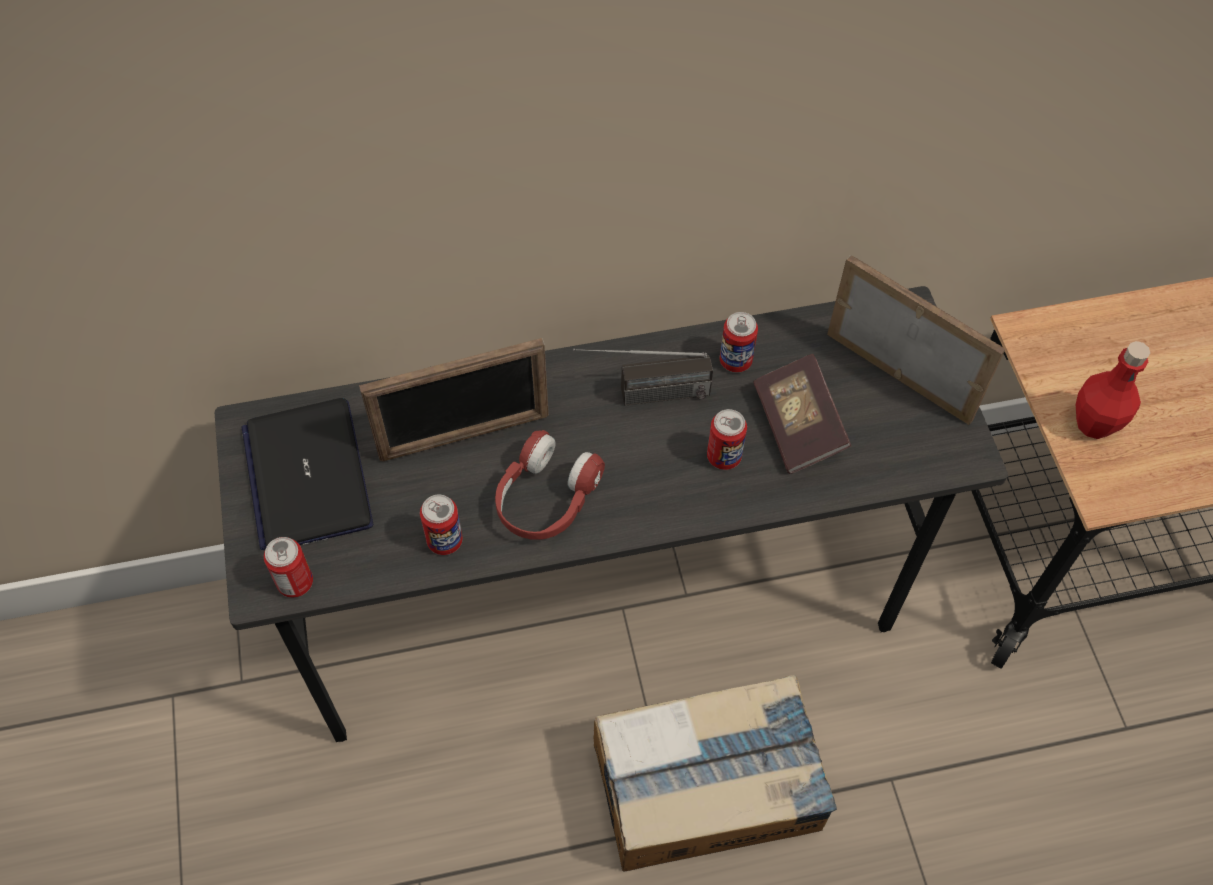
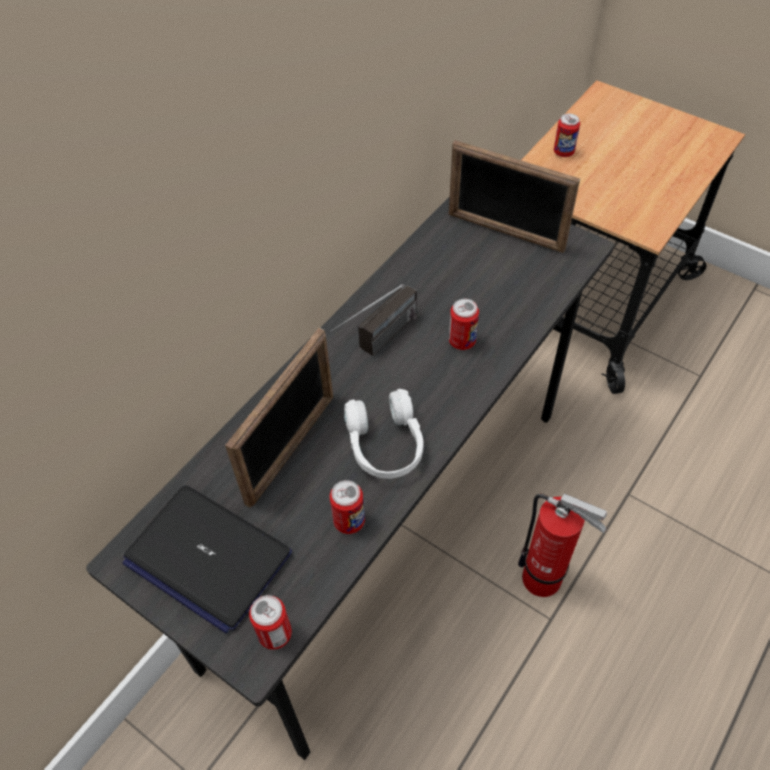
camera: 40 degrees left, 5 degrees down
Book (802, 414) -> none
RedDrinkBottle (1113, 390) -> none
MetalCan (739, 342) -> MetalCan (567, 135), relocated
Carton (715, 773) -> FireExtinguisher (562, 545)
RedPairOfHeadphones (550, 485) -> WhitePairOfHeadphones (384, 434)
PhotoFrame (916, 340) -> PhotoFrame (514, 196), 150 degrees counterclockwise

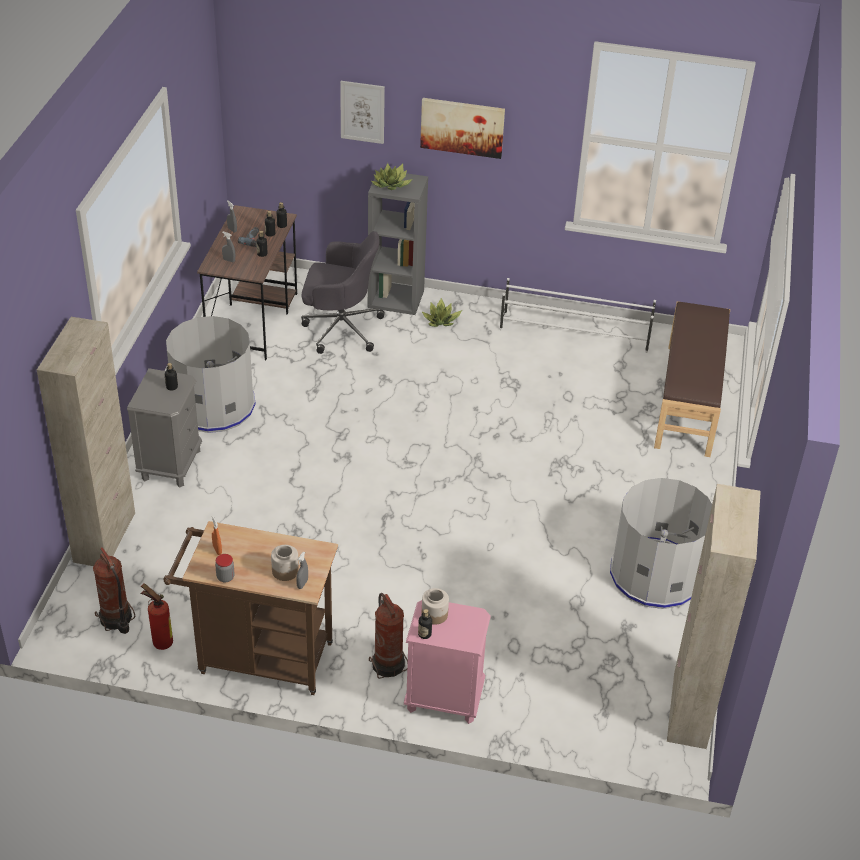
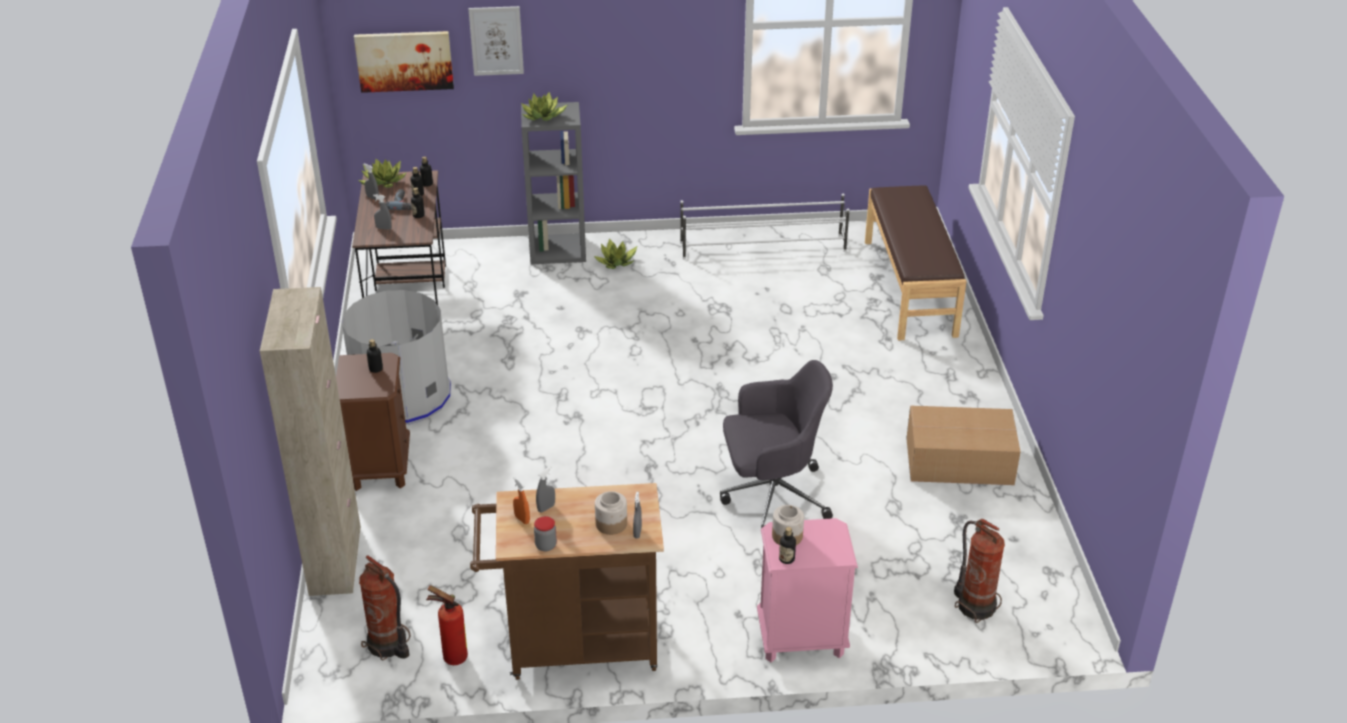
camera: 15 degrees left, 5 degrees down
SandColouredStorageCabinet (714, 616) -> none
none -> PlantInAPot (382, 173)
none -> GreyishSprayBottle (545, 490)
GreyishDeskChair (343, 292) -> GreyishDeskChair (776, 444), relocated
FireExtinguisher (388, 636) -> FireExtinguisher (979, 571), relocated
WallPicture (462, 128) -> WallPicture (404, 62), relocated
GreyishTrashCan (661, 543) -> Carton (963, 445)
GreyishNightTable (164, 428) -> BrownColouredNightTable (373, 422)

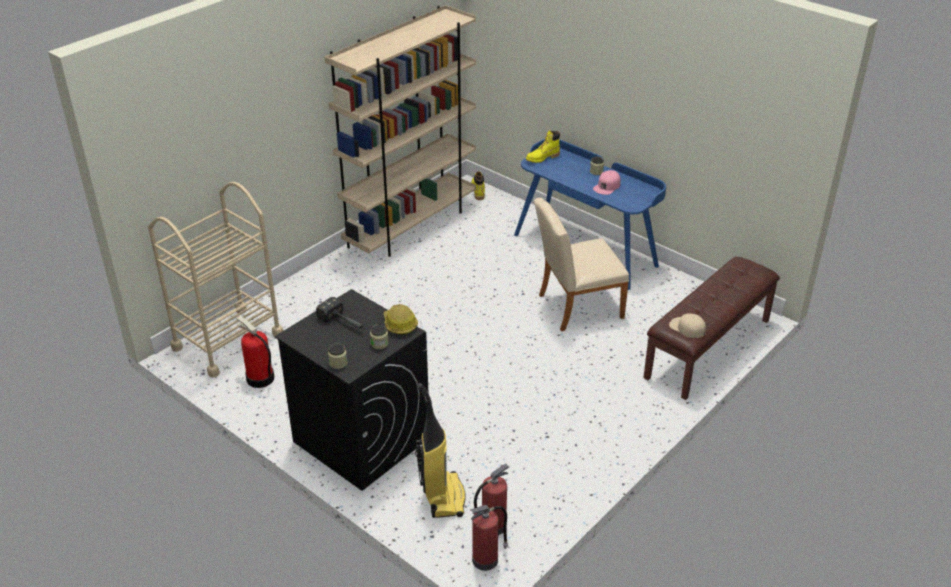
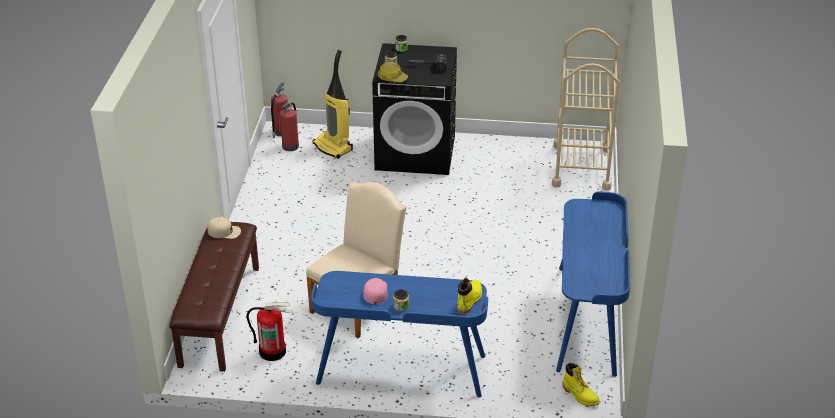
camera: 145 degrees right, 0 degrees up
FireExtinguisher (255, 352) -> FireExtinguisher (269, 331), relocated
SandColouredBookcase (400, 131) -> BlueColouredDeskTable (593, 284)

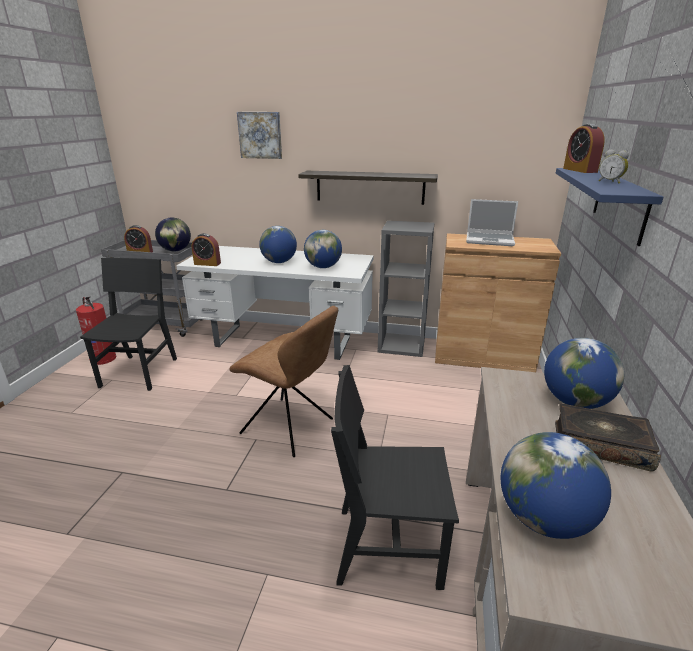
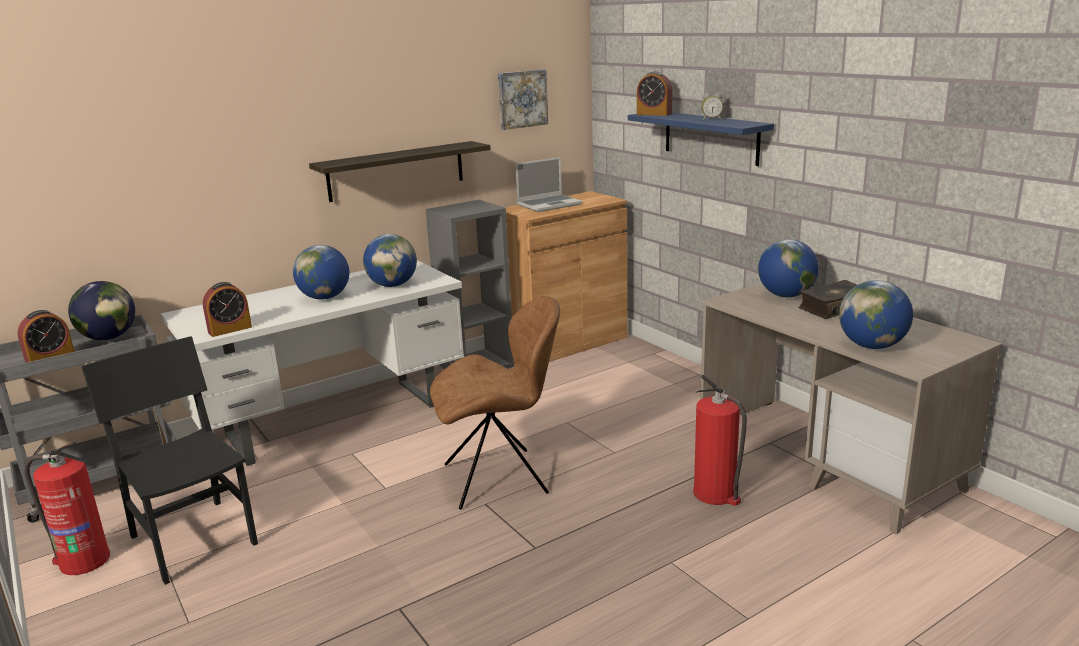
camera: 45 degrees left, 5 degrees down
WallPicture (259, 135) -> WallPicture (523, 99), relocated
BlackColouredUprightChair (395, 477) -> FireExtinguisher (720, 440)

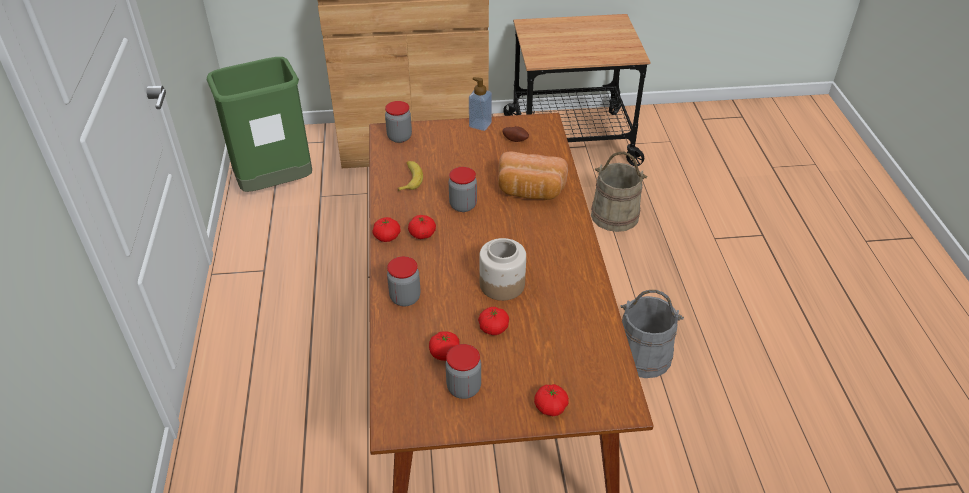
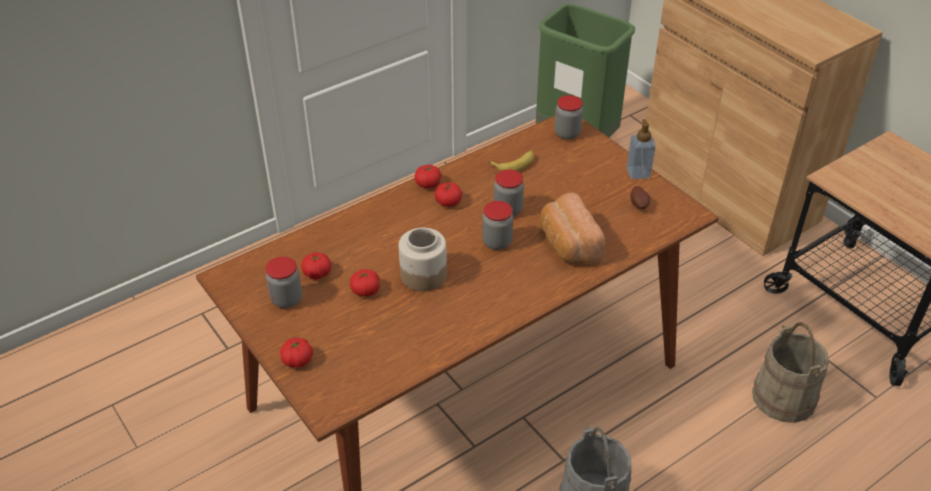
camera: 60 degrees right, 0 degrees up
Jar (403, 281) -> Jar (497, 225), relocated

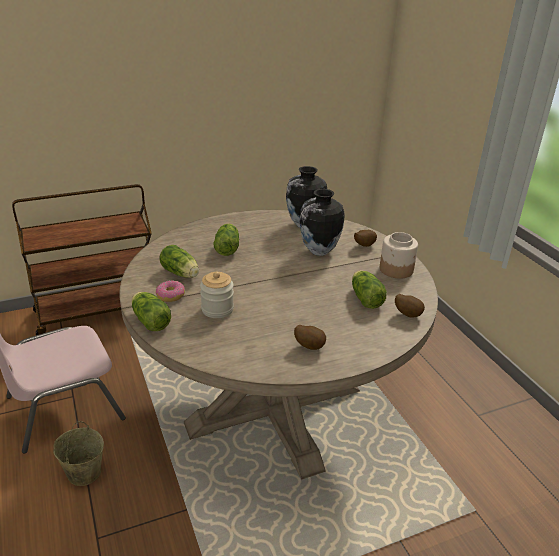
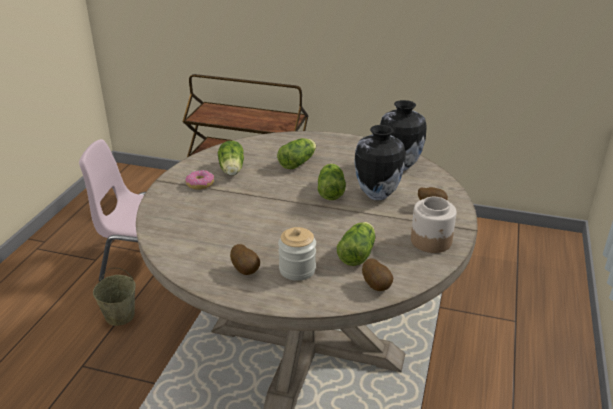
camera: 40 degrees right, 0 degrees up
LettuceHead (151, 311) -> LettuceHead (332, 181), relocated
Jar (217, 295) -> Jar (297, 254), relocated

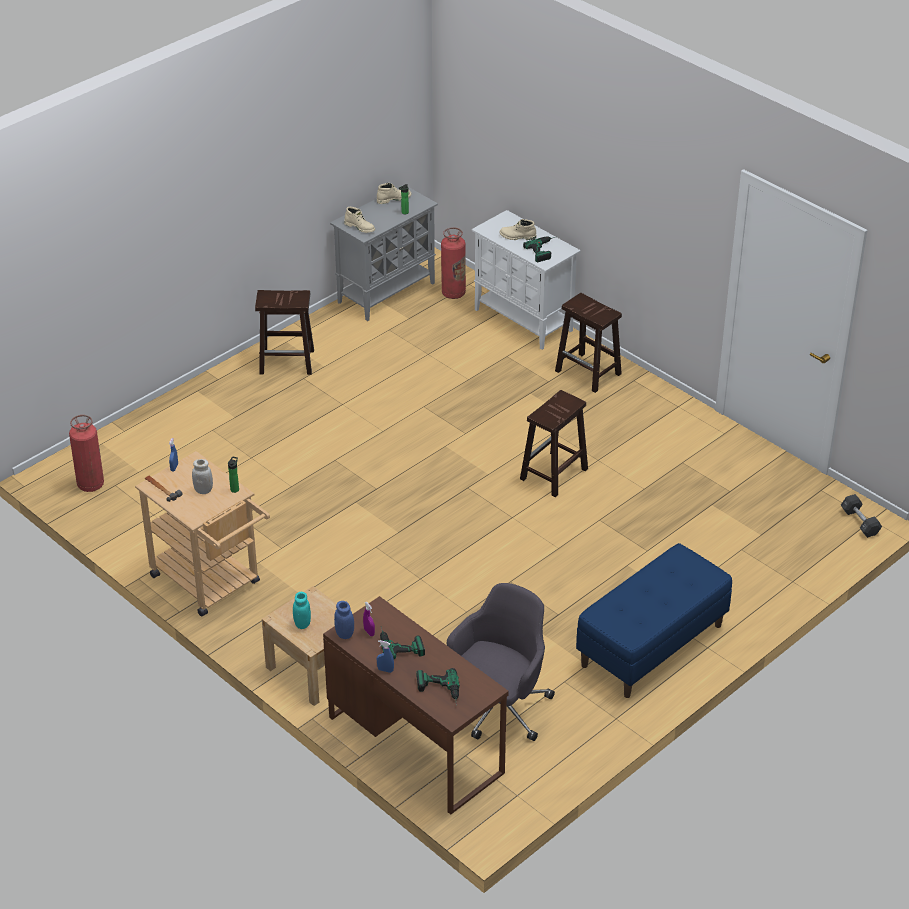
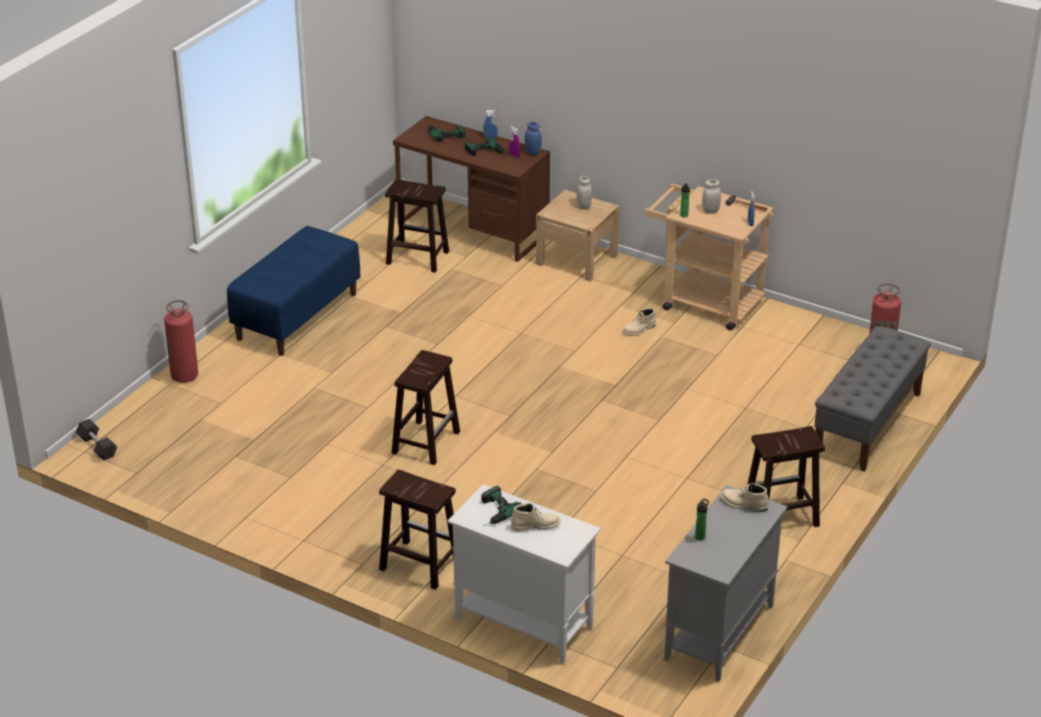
camera: 165 degrees right, 5 degrees down
none -> GreyishLongSeat (872, 399)
SandColouredHighTopBoot (394, 193) -> SandColouredHighTopBoot (639, 322), relocated
FireExtinguisher (453, 263) -> FireExtinguisher (181, 341), relocated
GreyishDeskChair (501, 662) -> BrownColouredStoolSeat (417, 226)
TurquoiseColouredJar (302, 610) -> WhiteJar (584, 192)

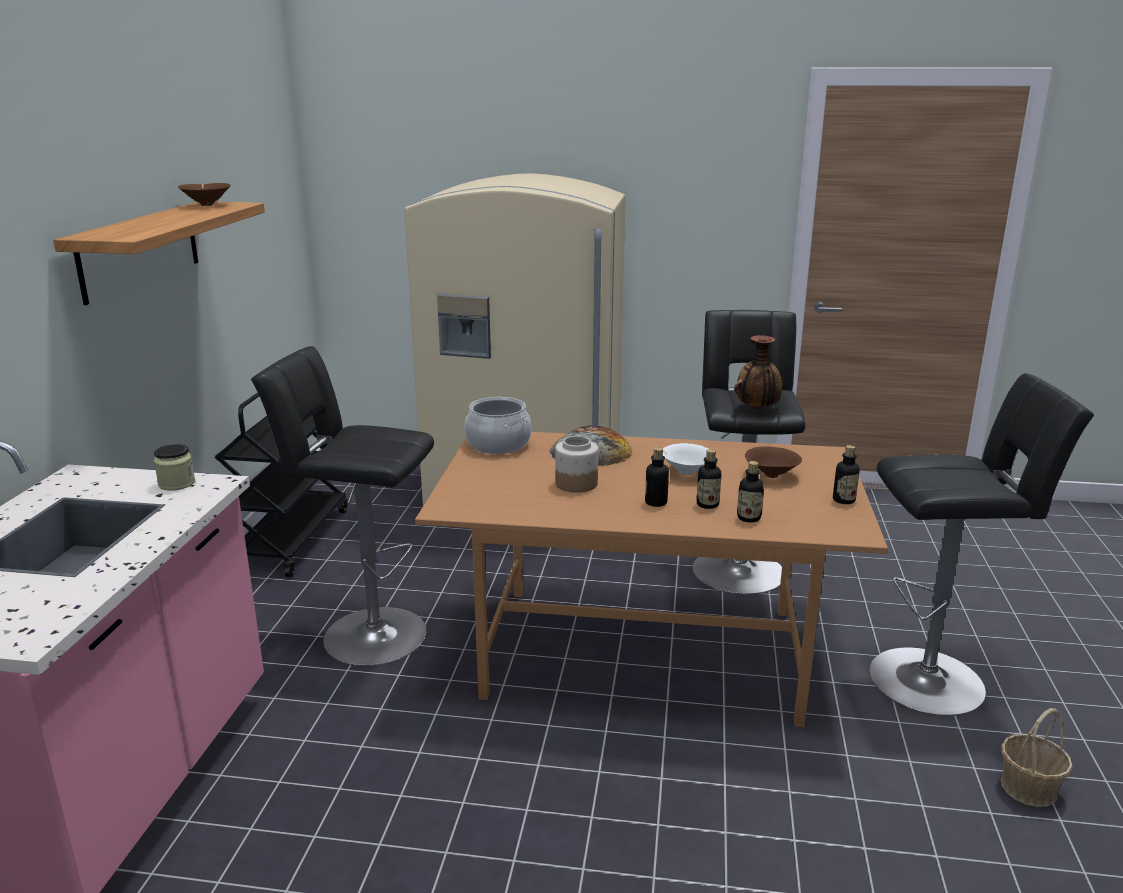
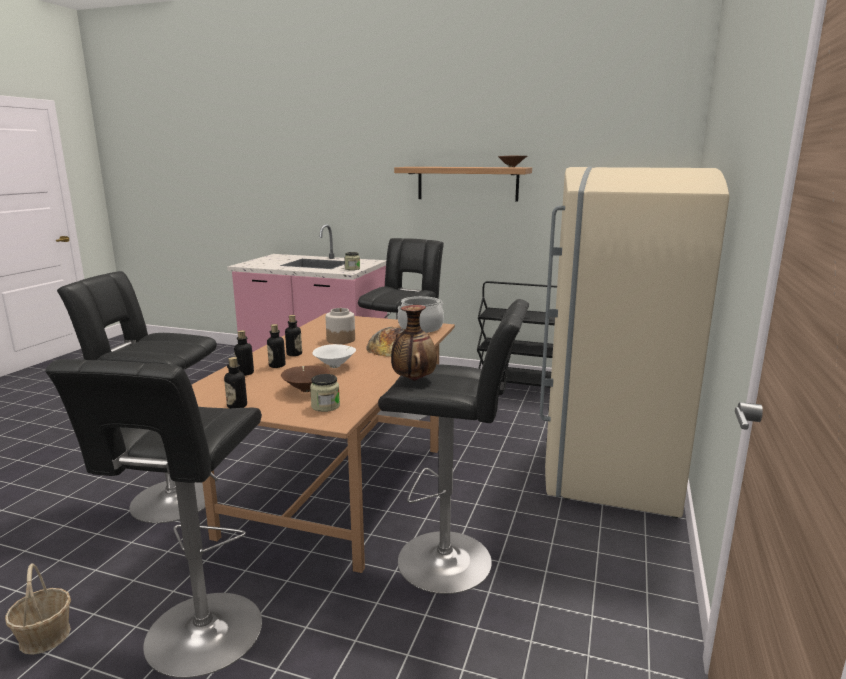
camera: 100 degrees right, 5 degrees down
none -> BlackColouredStoolSeat (137, 397)
none -> Jar (325, 393)

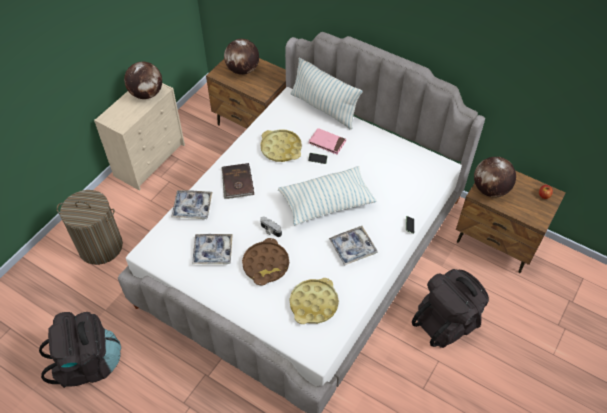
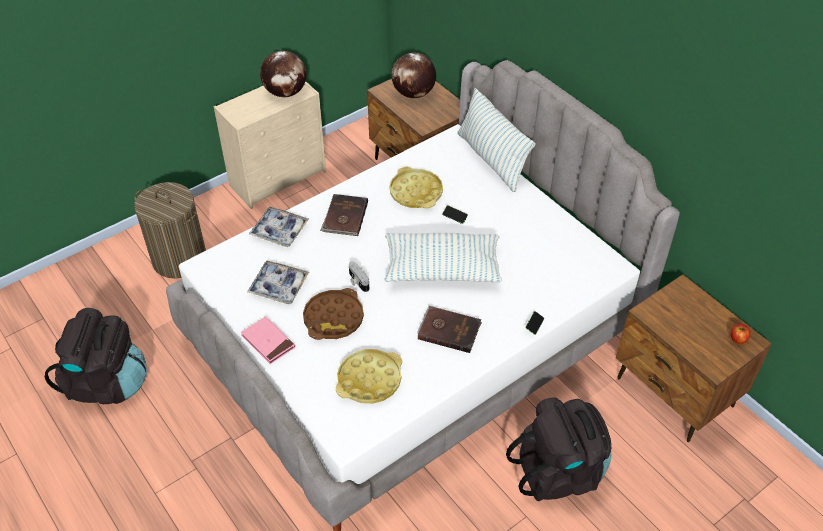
camera: 20 degrees right, 5 degrees down
Globe (495, 177) -> none
PinkColouredBook (327, 141) -> PinkColouredBook (268, 340), relocated
Tray (353, 246) -> BrownColouredBook (449, 329)

